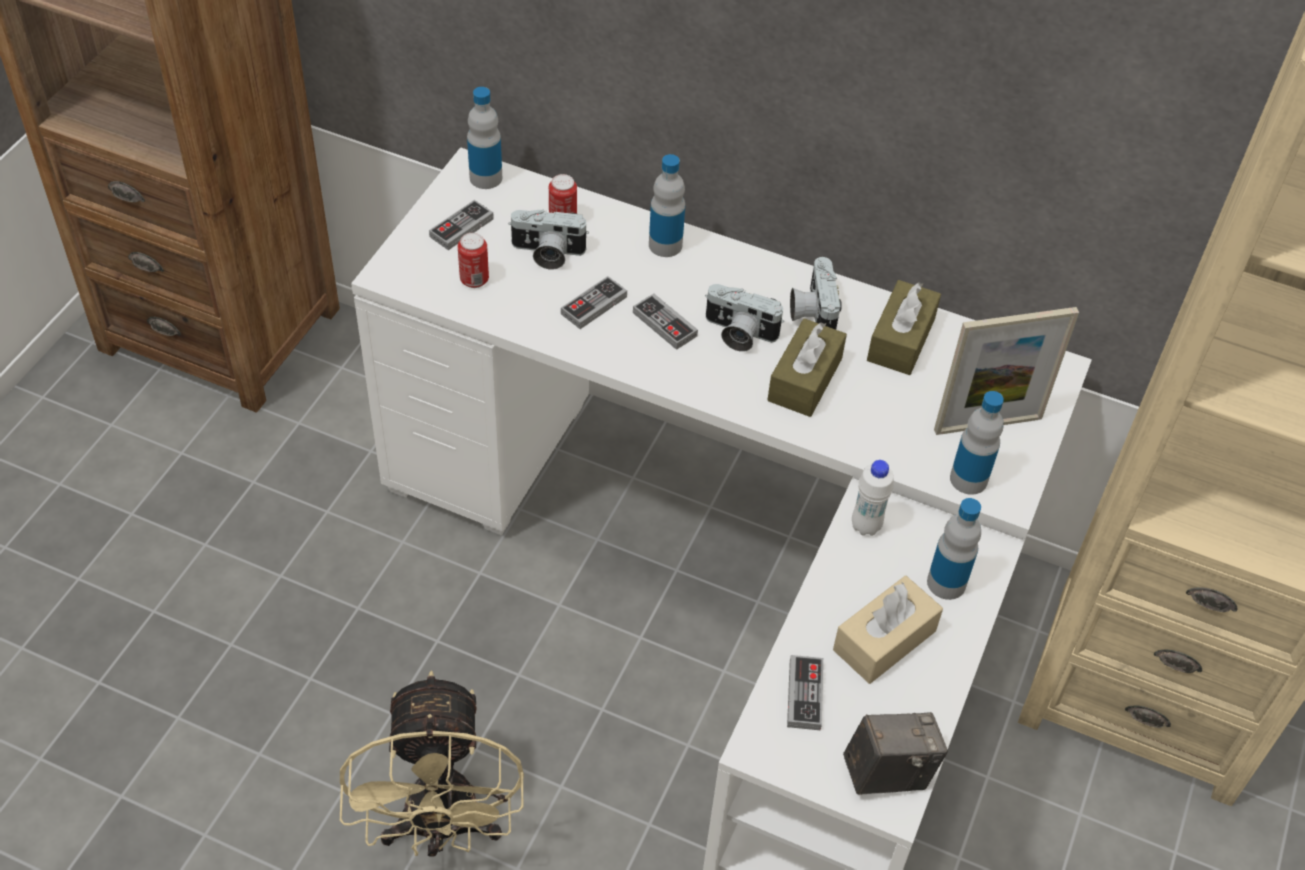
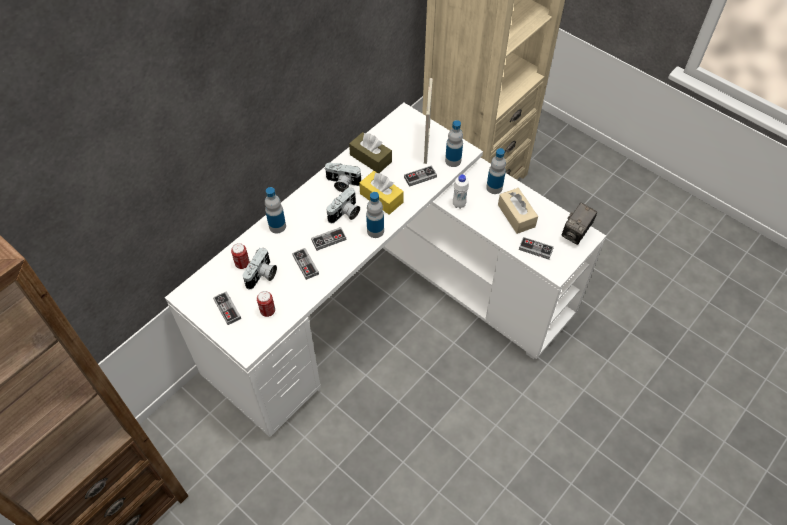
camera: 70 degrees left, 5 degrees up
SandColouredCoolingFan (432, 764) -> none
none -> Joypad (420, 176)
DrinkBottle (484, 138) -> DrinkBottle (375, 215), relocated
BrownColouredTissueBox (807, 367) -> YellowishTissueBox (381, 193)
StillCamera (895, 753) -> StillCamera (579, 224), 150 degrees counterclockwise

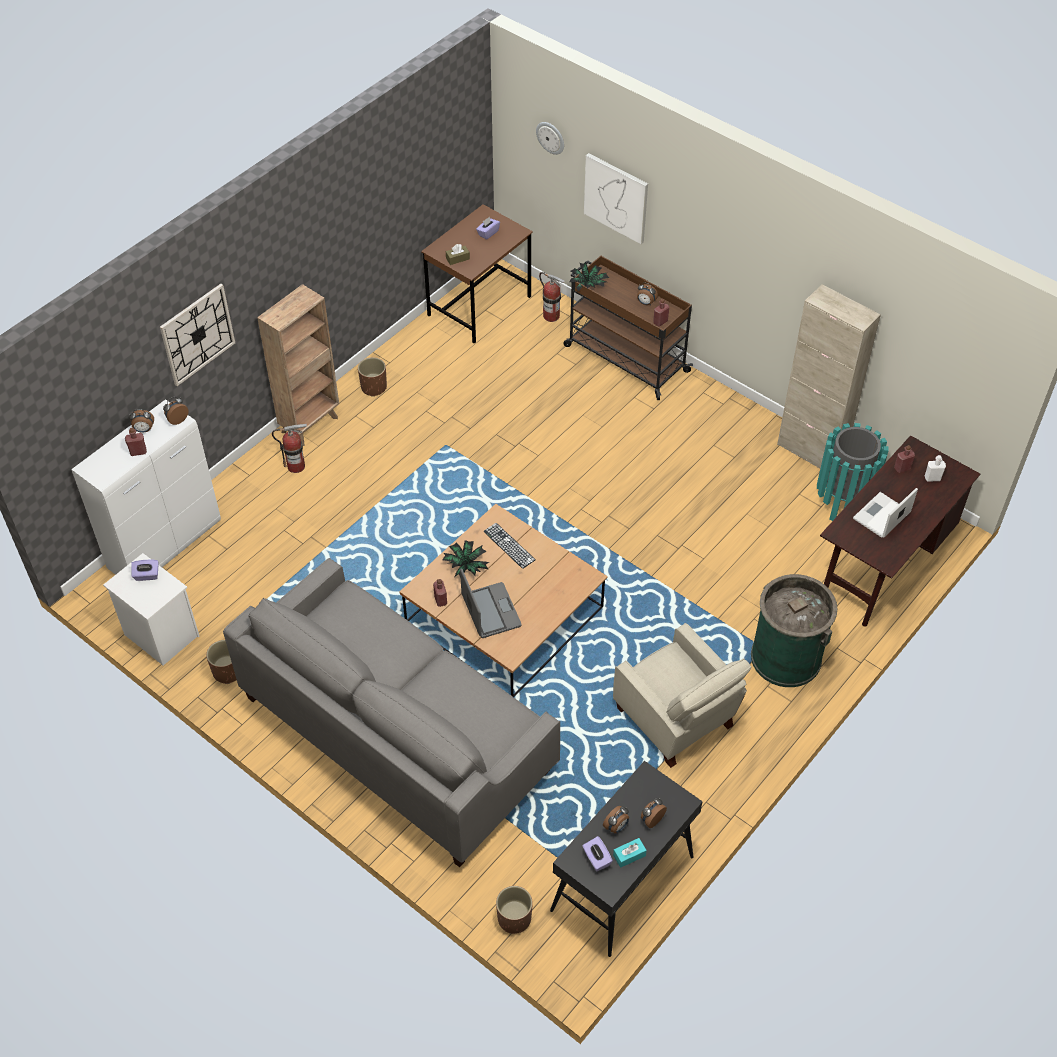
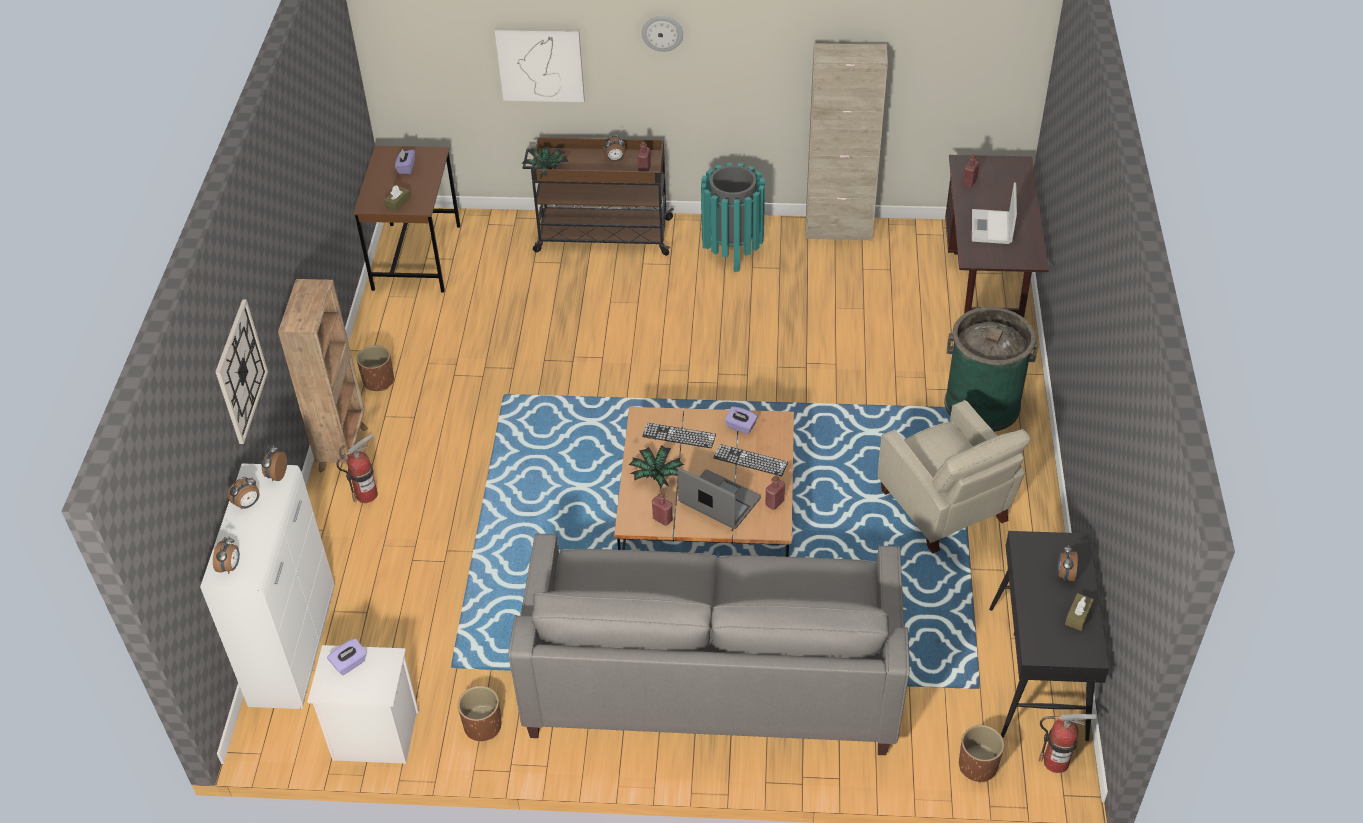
camera: 35 degrees left, 5 degrees down
WhiteDrinkBottle (935, 468) -> none
none -> Keyboard (750, 460)
RedDrinkBottle (136, 442) -> RedDrinkBottle (775, 492), relocated
ClockOnTheWall (550, 138) -> ClockOnTheWall (662, 34), relocated
FireExtinguisher (552, 297) -> FireExtinguisher (1067, 743), relocated
PurplishTissueBox (598, 853) -> PurplishTissueBox (741, 420), relocated
BedsideClock (616, 819) -> BedsideClock (226, 555), relocated
TurquoiseColouredTrashCan (853, 472) -> TurquoiseColouredTrashCan (733, 217), relocated
TurquoiseColouredTissueBox (630, 853) -> BrownColouredTissueBox (1079, 612)
SandColouredEasyChair (682, 695) -> SandColouredEasyChair (954, 476), 45 degrees clockwise

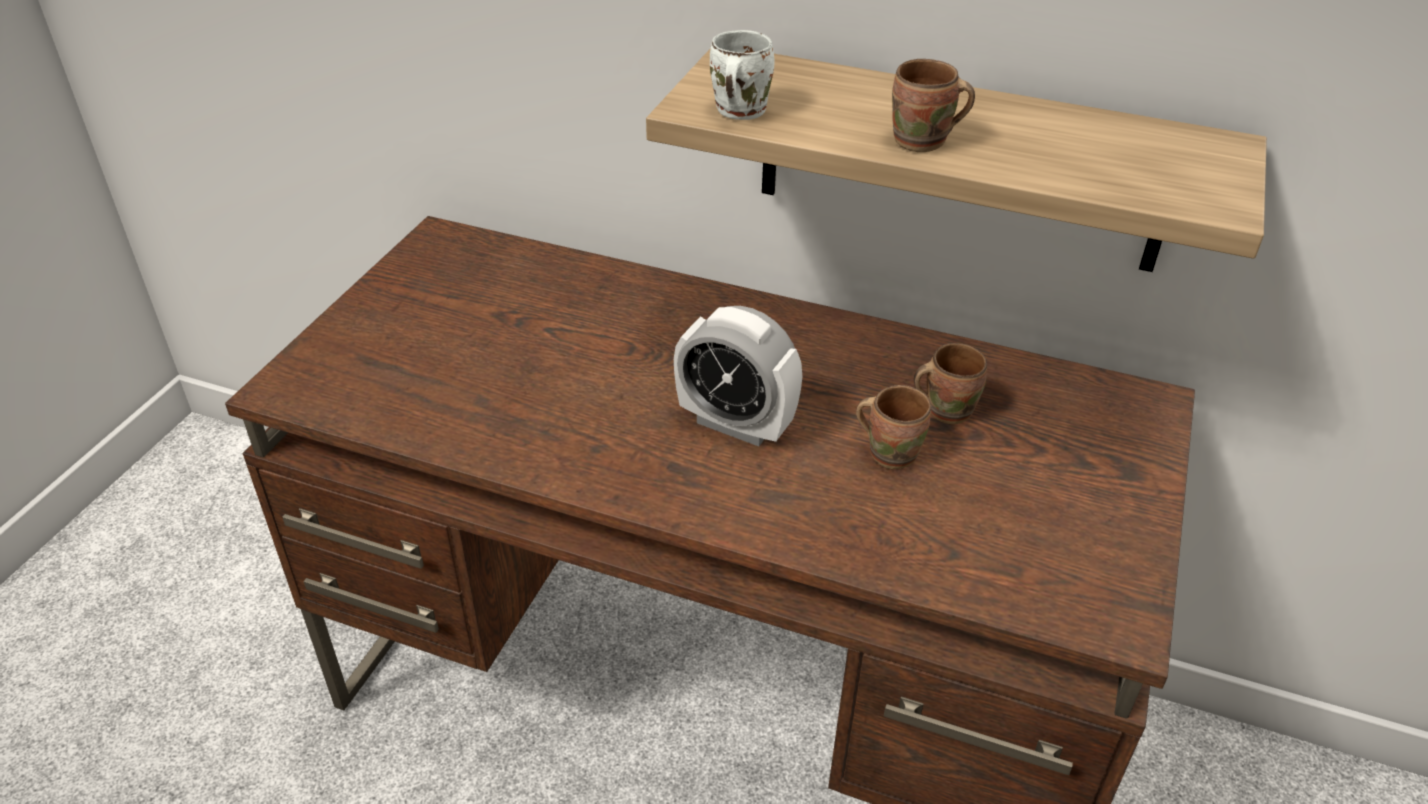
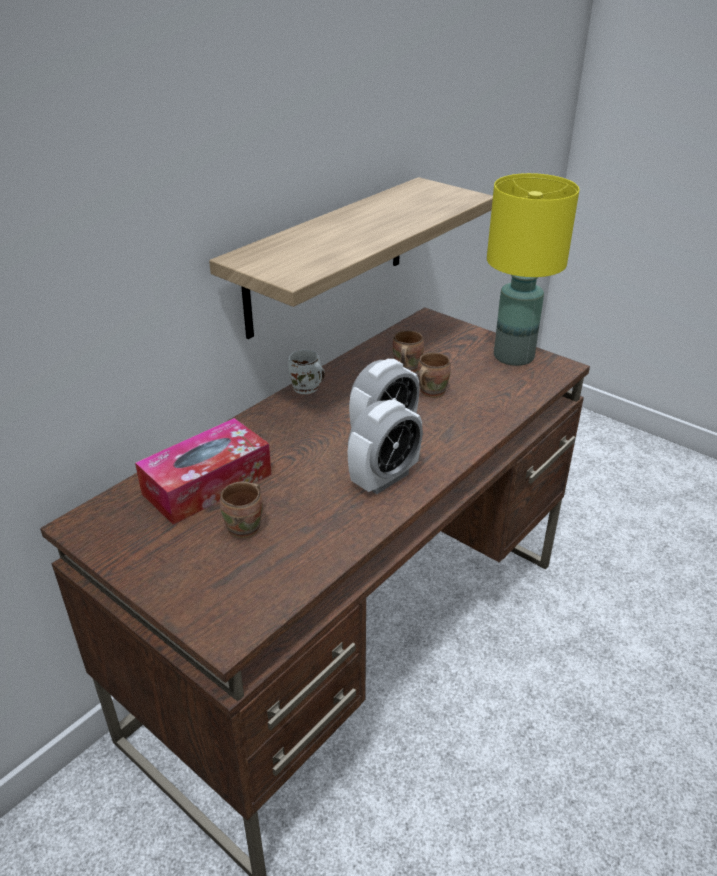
camera: 70 degrees left, 5 degrees down
none -> TissueBox (203, 471)
none -> BedsideClock (385, 447)
none -> YellowishTableLamp (533, 269)
WhiteMug (742, 75) -> WhiteMug (306, 372), relocated
BrownColouredMug (933, 105) -> BrownColouredMug (241, 509), relocated

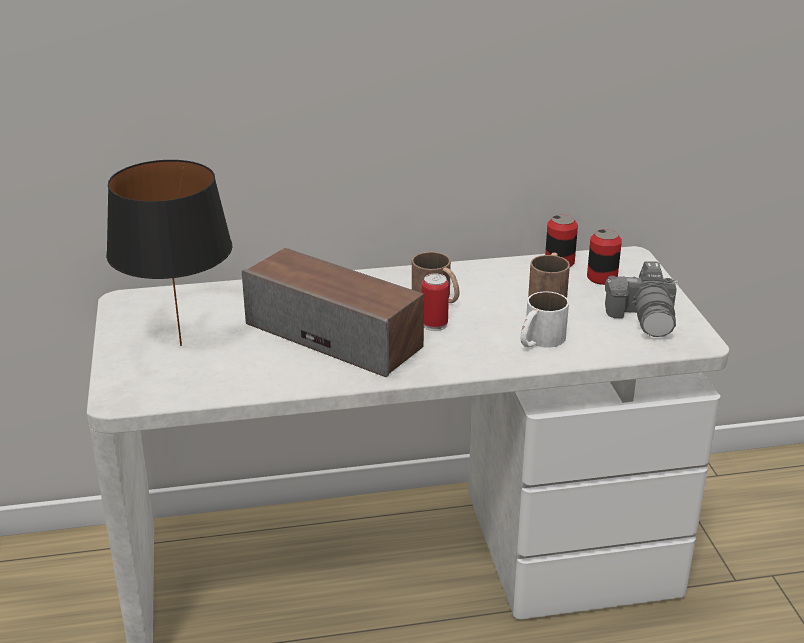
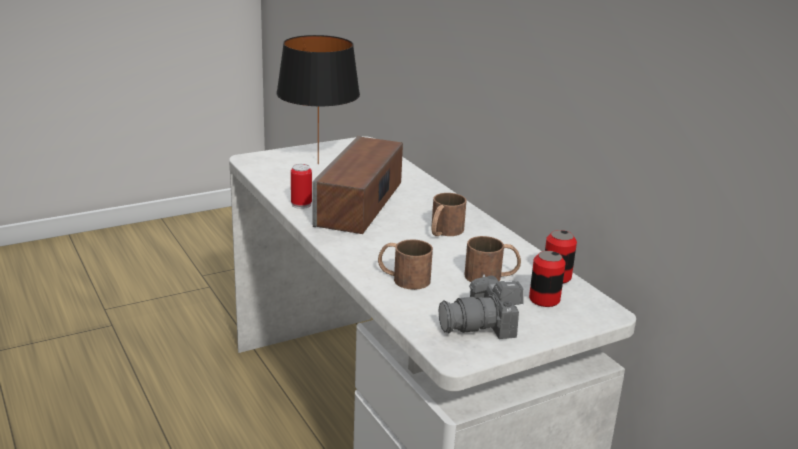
camera: 70 degrees right, 5 degrees down
MetalCan (435, 302) -> MetalCan (301, 186), relocated
WhiteMug (545, 319) -> BrownColouredMug (405, 264)

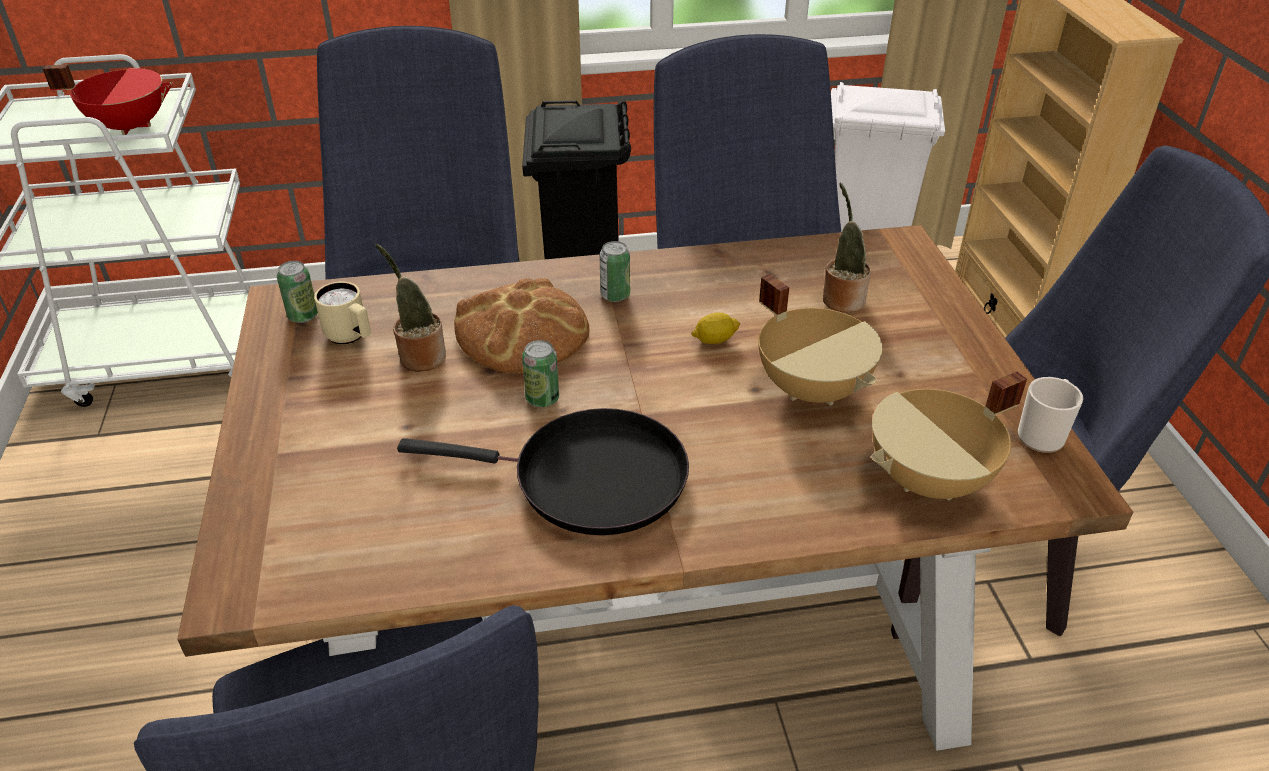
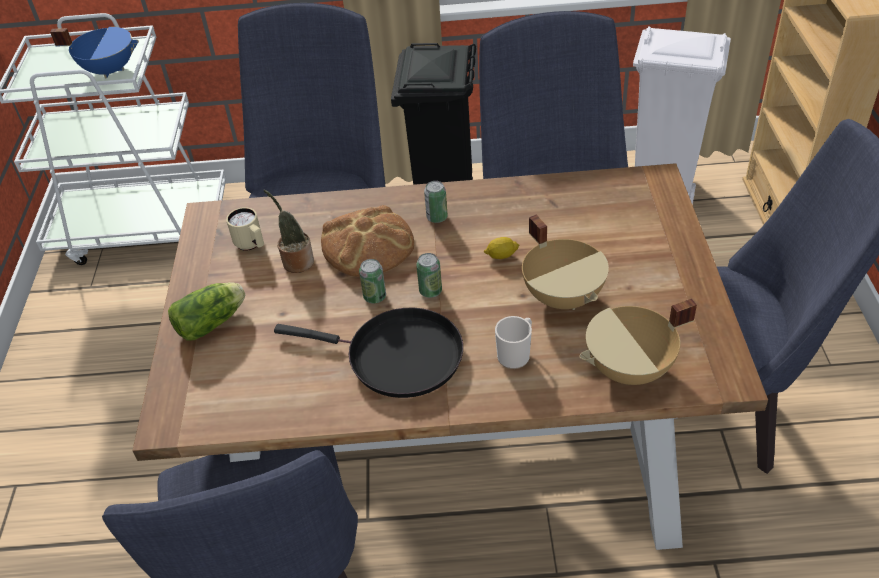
camera: 10 degrees right, 5 degrees up
PlantInAPot (847, 248) -> none
none -> LettuceHead (206, 311)
MetalCan (297, 292) -> MetalCan (429, 275), relocated
Mug (1050, 415) -> Mug (513, 342), relocated
RedCookingPot (108, 100) -> BlueColouredCookingPot (94, 52)

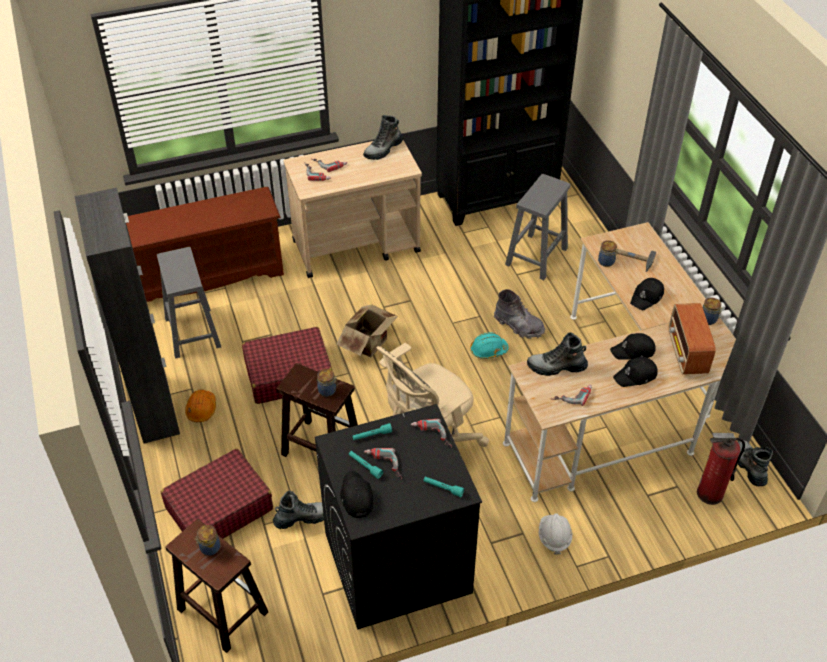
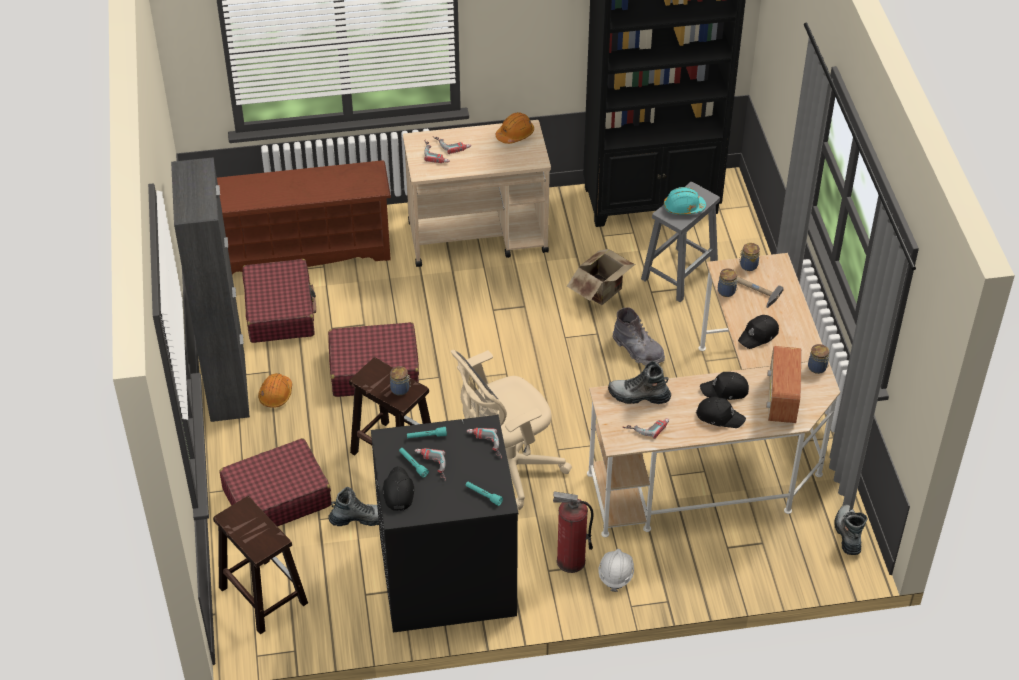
camera: 10 degrees right, 0 degrees up
Jar (207, 540) -> Jar (749, 257), relocated
Carton (367, 330) -> Carton (601, 277), relocated
TurquoiseColouredHardHat (489, 345) -> TurquoiseColouredHardHat (685, 201), relocated
FireExtinguisher (721, 469) -> FireExtinguisher (573, 532), relocated
GreyishStoolSeat (189, 303) -> RedTravelCase (279, 301)
HighTopBoot (383, 137) -> OrangeHardHat (515, 128)
BlackColouredBaseballCap (635, 372) -> BlackColouredBaseballCap (721, 412), 150 degrees counterclockwise

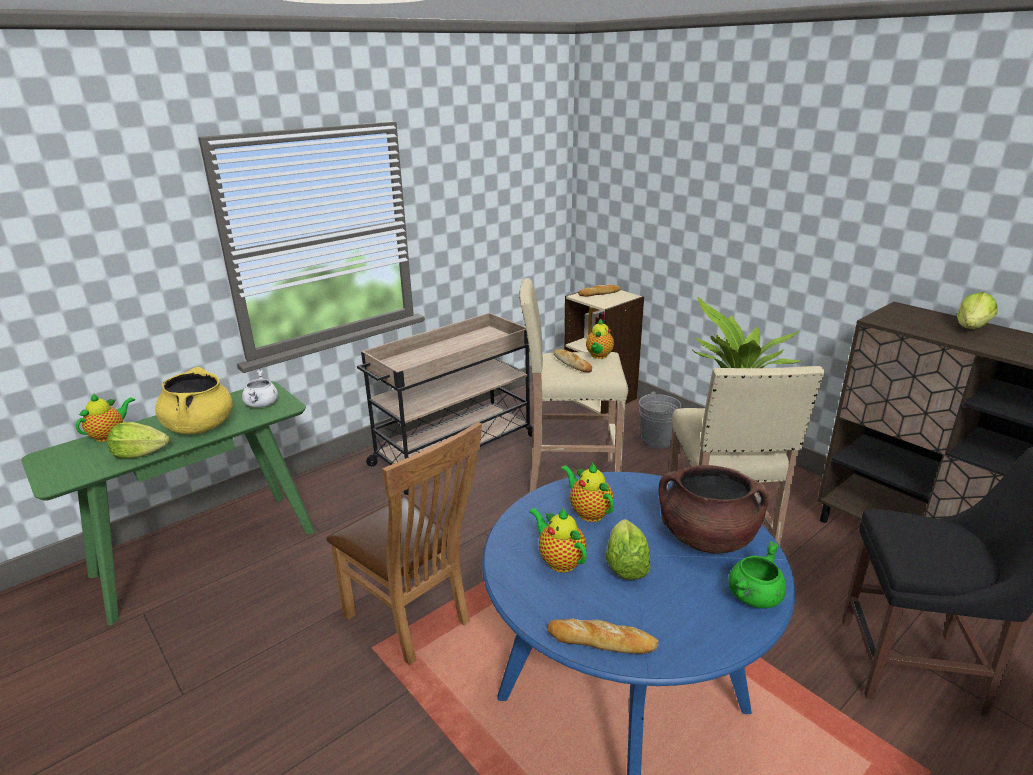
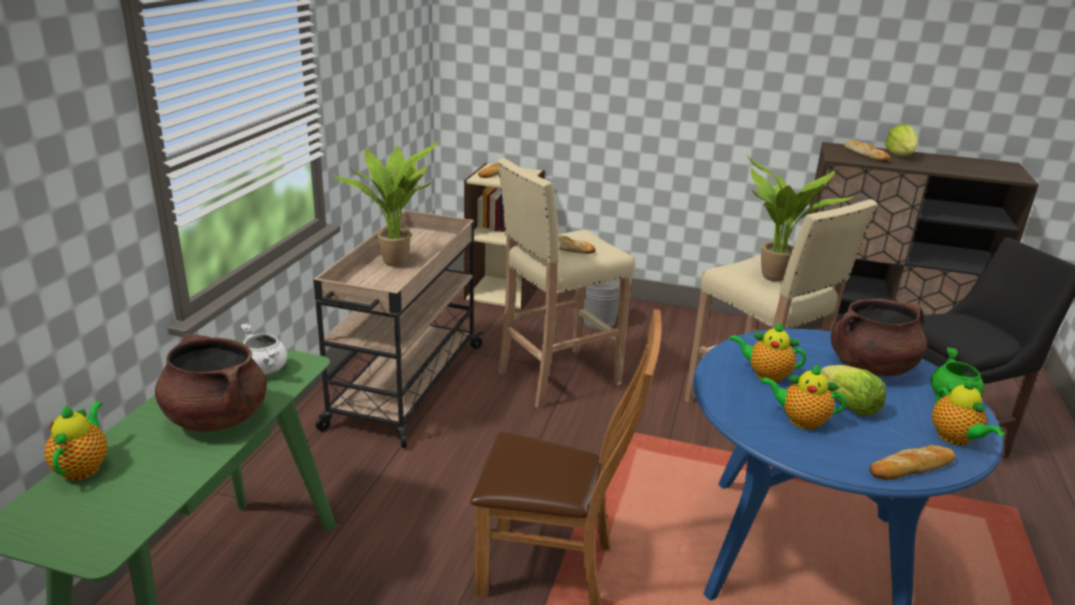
camera: 35 degrees left, 0 degrees up
LettuceHead (138, 440) -> none
none -> PlantInAPot (385, 203)
none -> Bread (867, 151)
TeaPot (600, 338) -> TeaPot (968, 412), relocated
YellowishCookingPot (194, 400) -> BrownColouredCookingPot (211, 382)

